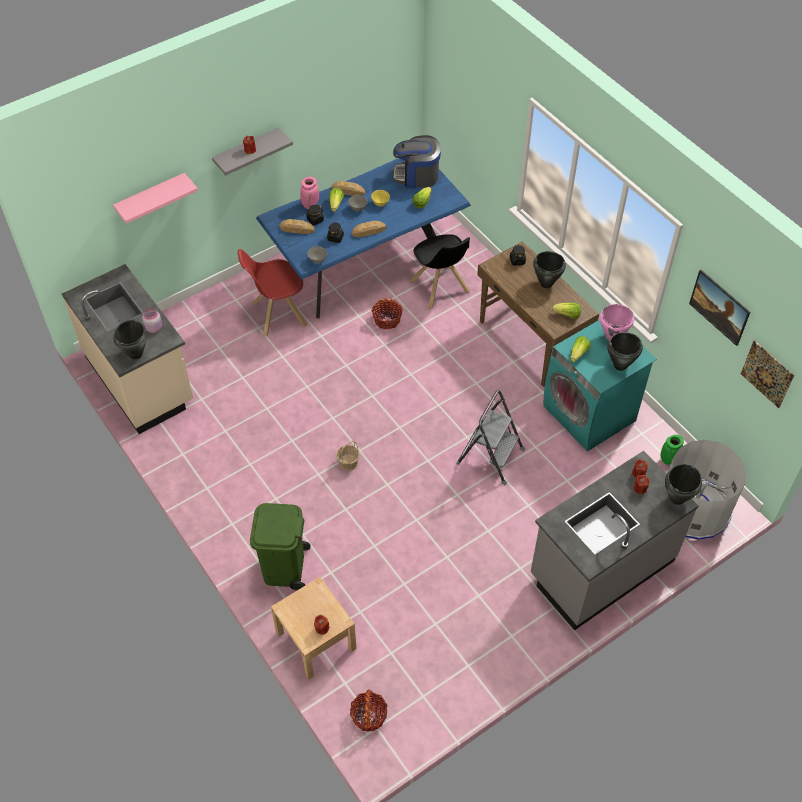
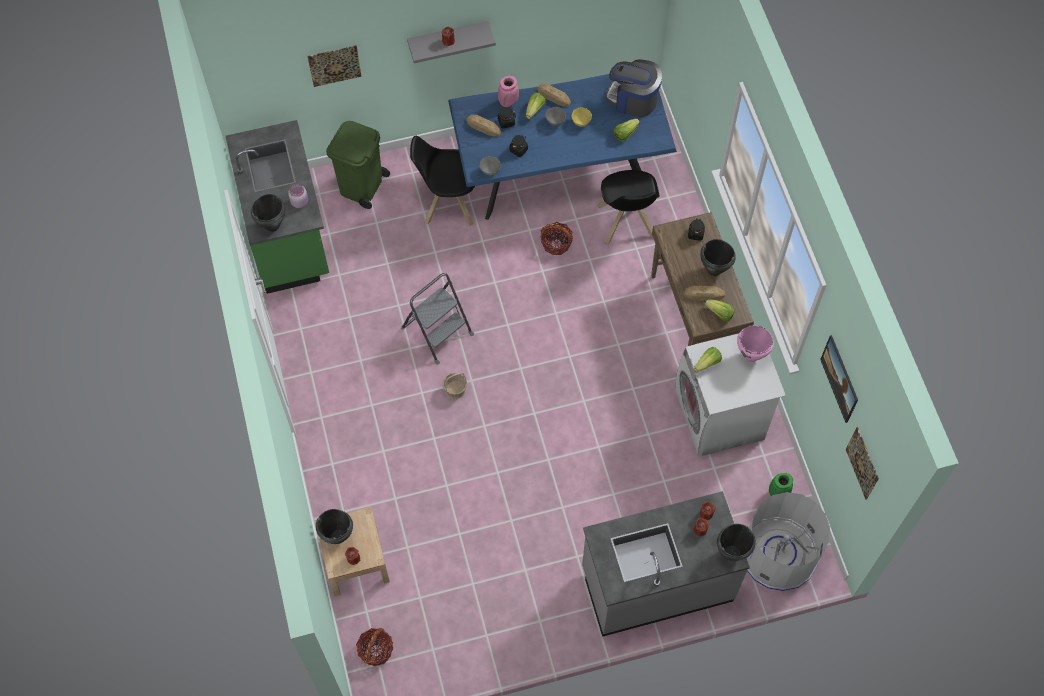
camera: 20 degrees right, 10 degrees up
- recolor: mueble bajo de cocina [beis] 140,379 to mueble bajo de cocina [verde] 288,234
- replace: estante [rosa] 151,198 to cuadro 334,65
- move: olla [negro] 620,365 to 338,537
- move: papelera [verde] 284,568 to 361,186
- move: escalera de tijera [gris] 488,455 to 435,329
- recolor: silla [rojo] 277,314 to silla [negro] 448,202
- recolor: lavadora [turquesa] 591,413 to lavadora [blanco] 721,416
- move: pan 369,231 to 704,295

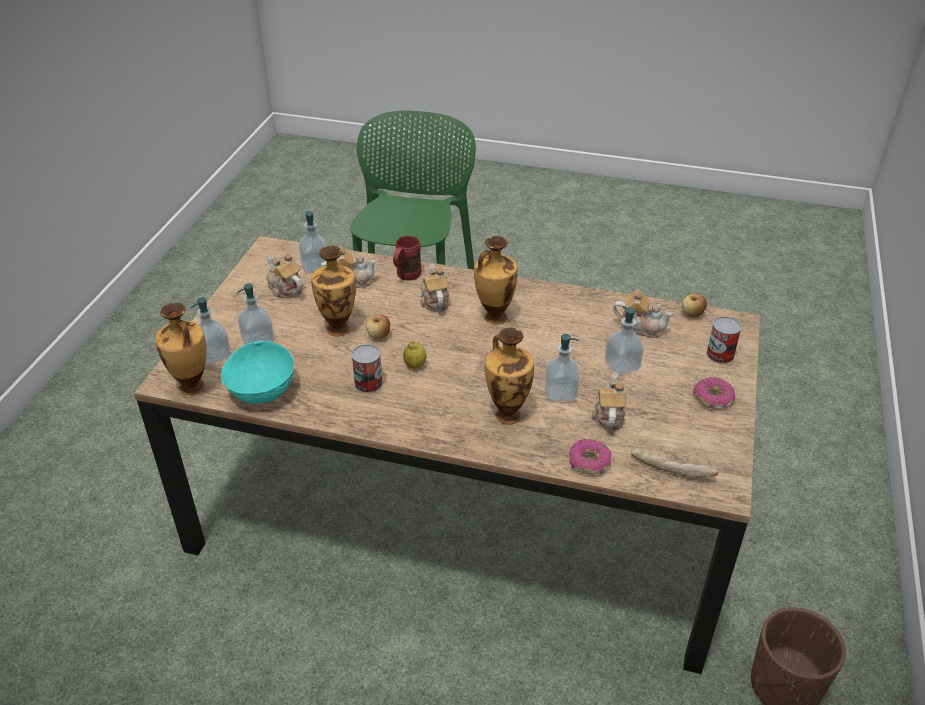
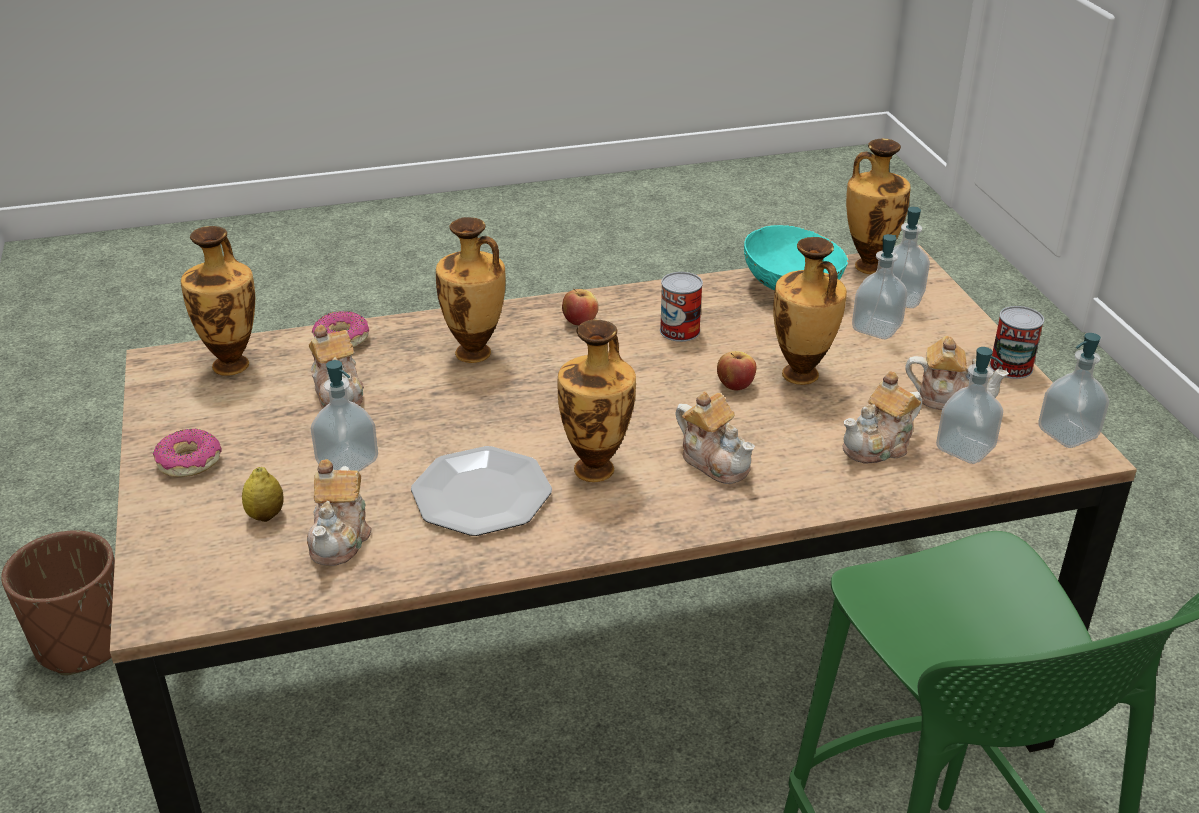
camera: 150 degrees right, 5 degrees down
- replace: pan 672,468 to florero 233,364
- move: limón 415,365 to 266,515
- rotate: tetera 640,327 = 341,537 75 degrees counterclockwise
- insert: plato 482,494
- move: manzana 692,314 to 580,321
- move: lata 720,354 to 1011,367
- move: dispensador de jabón 560,393 to 1067,434
- delete: taza grande [rojo] 405,277

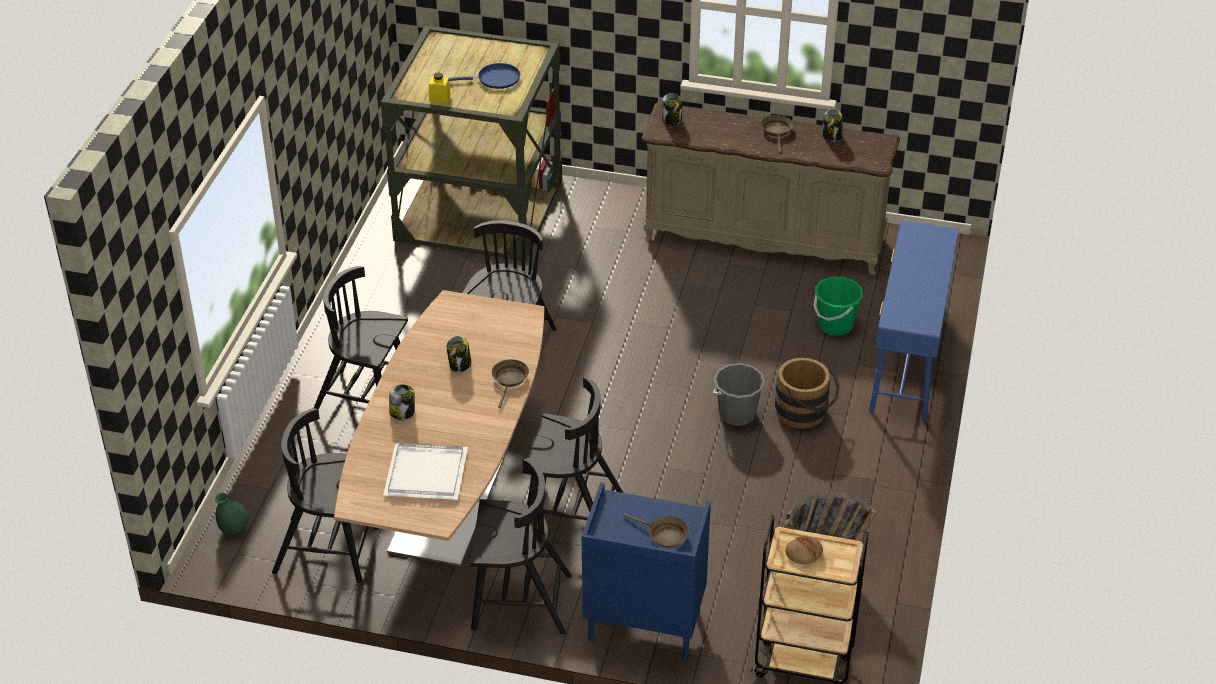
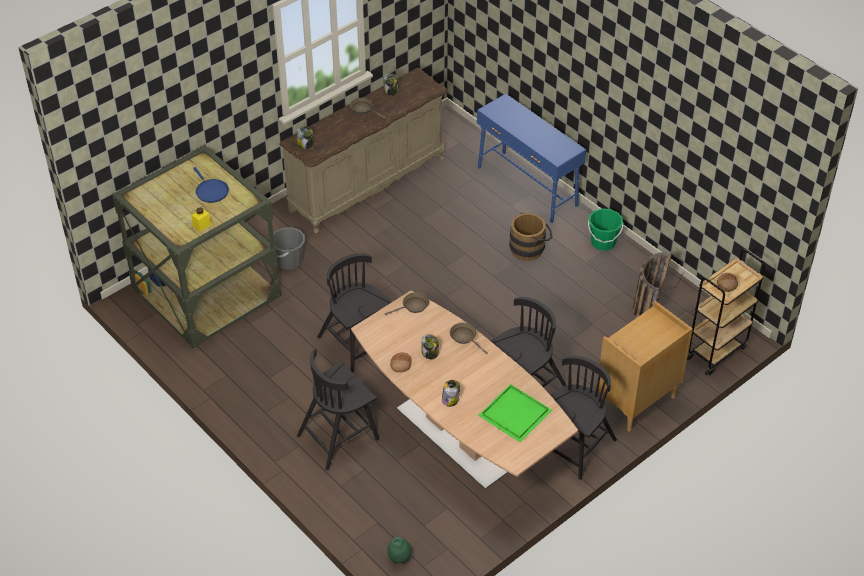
camera: 55 degrees left, 5 degrees up
- rotate: sartén [azul] 495,79 = 211,191 120 degrees clockwise
- move: cubo [gris] 737,414 to 289,261
- move: sartén [marrón] 664,535 to 413,306
- insert: pan 401,364
- recolor: bandeja [blanco] 424,474 to bandeja [verde] 515,415
- move: cubo [verde] 835,325 to 603,242
- recolor: armario [azul] 643,626 to armario [marrón] 636,402
- delete: silla [negro] 328,550

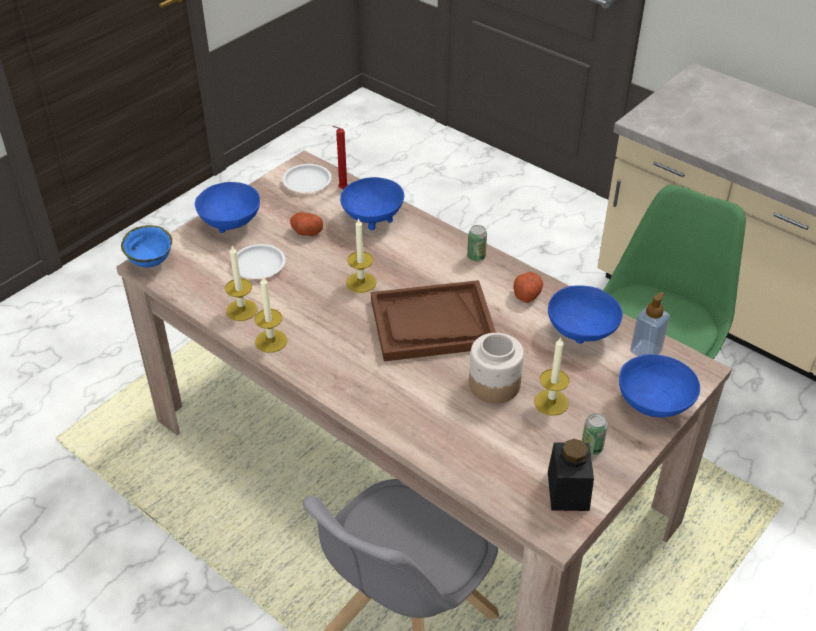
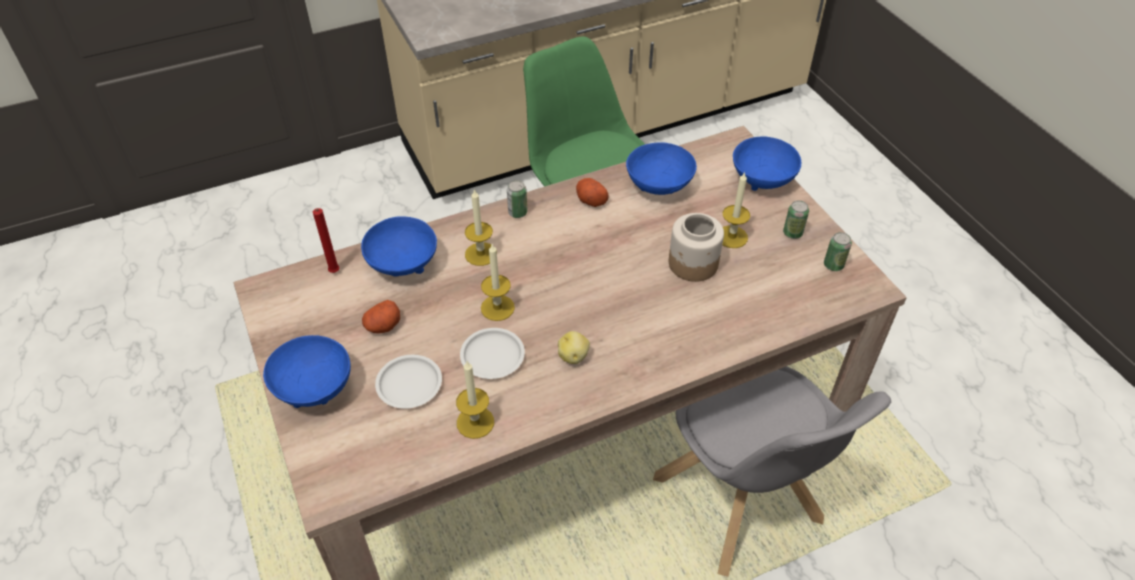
camera: 65 degrees left, 5 degrees up
- move: plato [blanco] 307,181 to 492,356
- move: vela 271,341 to 481,254
- insert: patata 573,356
- replace: tarro [negro] 568,491 to lata 833,265
- delete: cuenco [azul] 151,262
- delete: bandeja [marrón] 432,323
- delete: dispensador de jabón 645,351

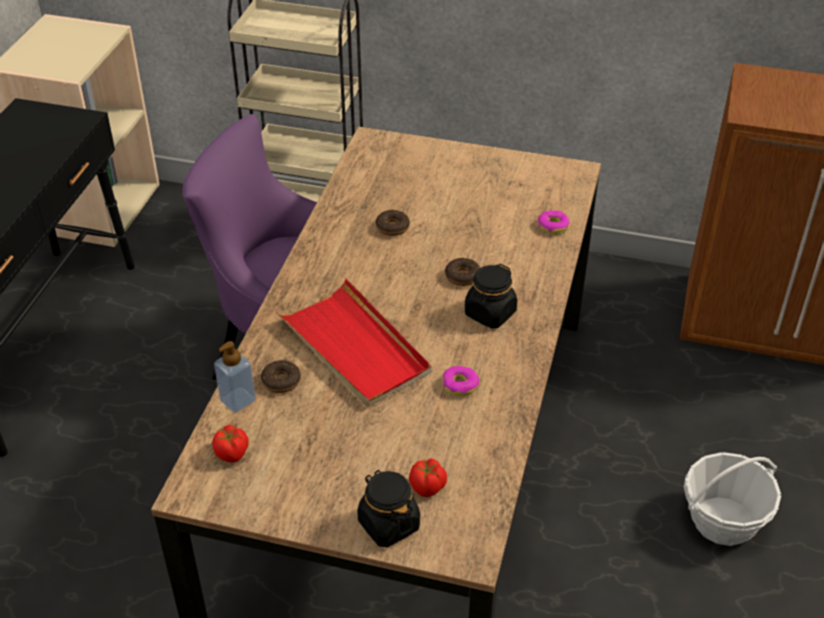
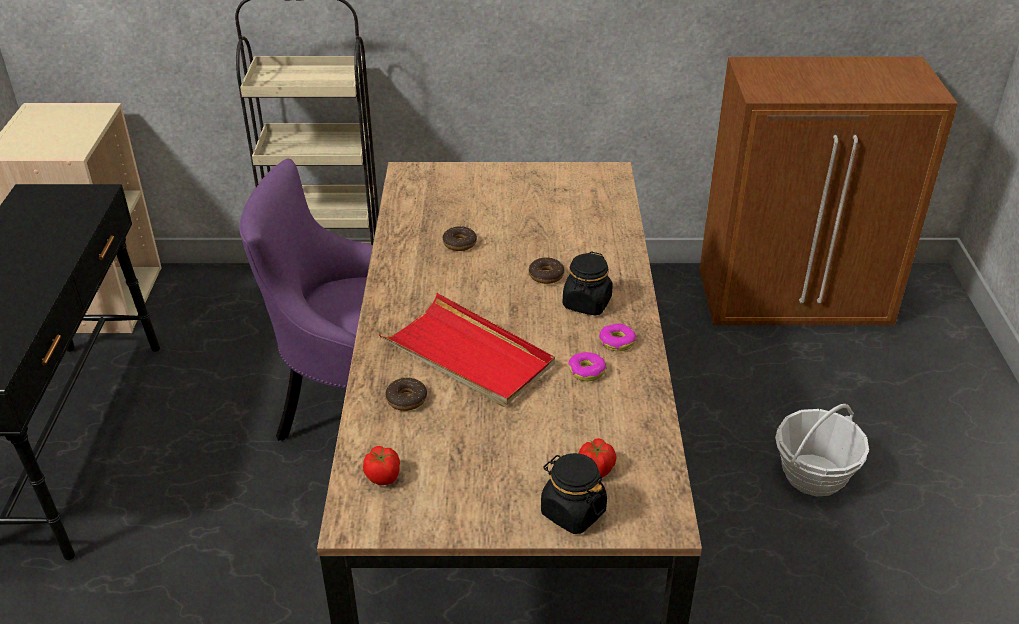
camera: 15 degrees left, 5 degrees down
- move: rosquilla 553,226 to 616,342
- delete: dispensador de jabón 237,400

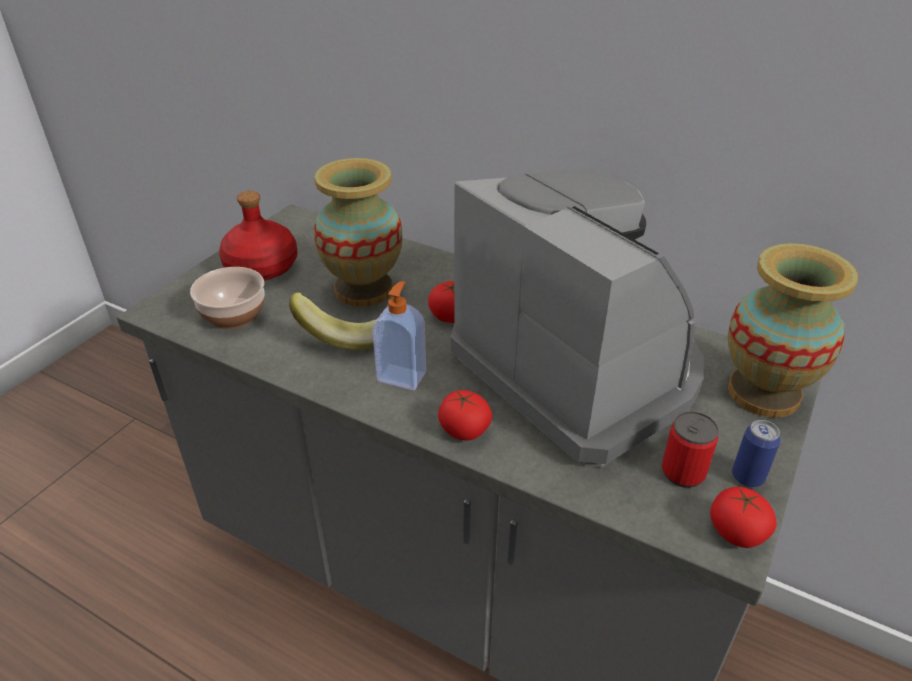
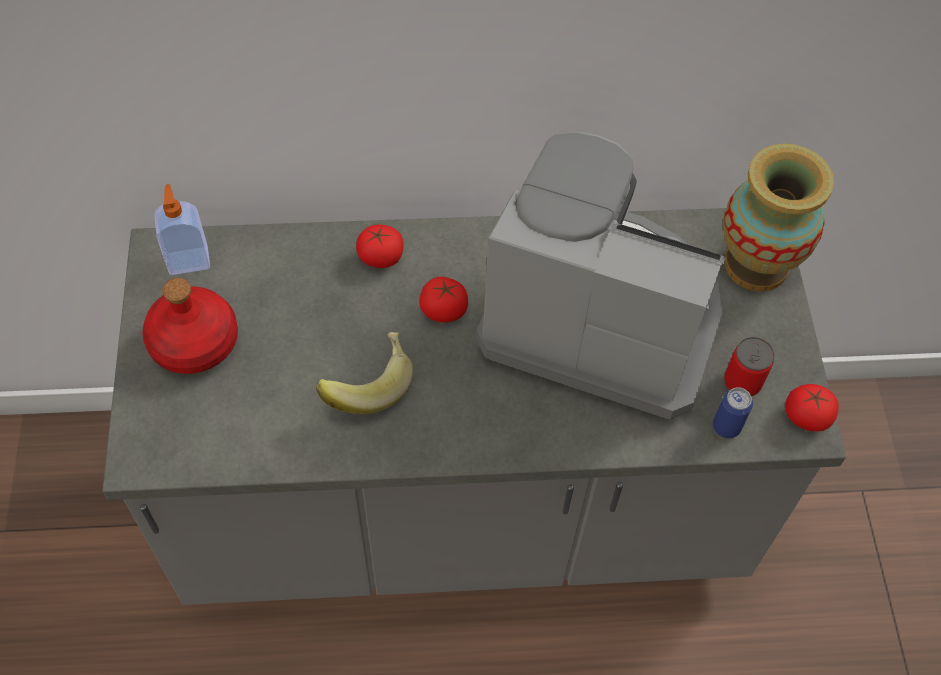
camera: 35 degrees left, 20 degrees up
- move: dispensador de jabón 402,376 to 188,259
- move: tomate 464,430 to 380,257
- move: lata 747,477 to 726,427
- delete: cuenco 233,314
- delete: florero 363,290

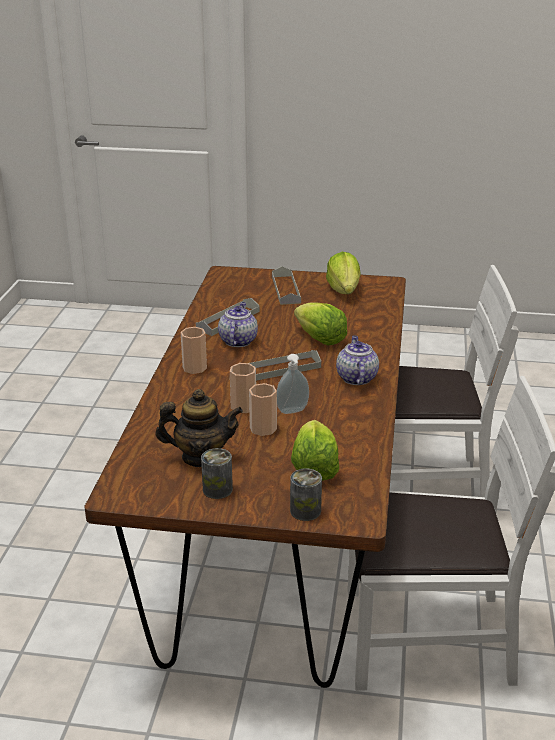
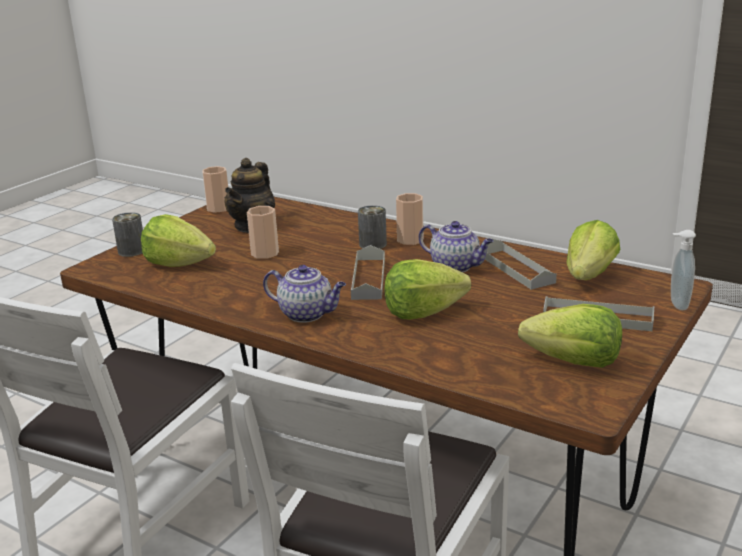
camera: 115 degrees right, 5 degrees down
- move: taza 243,406 to 218,208
- move: lata 217,489 to 373,244
- insert: lechuga 589,276
- move: dispensador de jabón 293,411 to 677,304

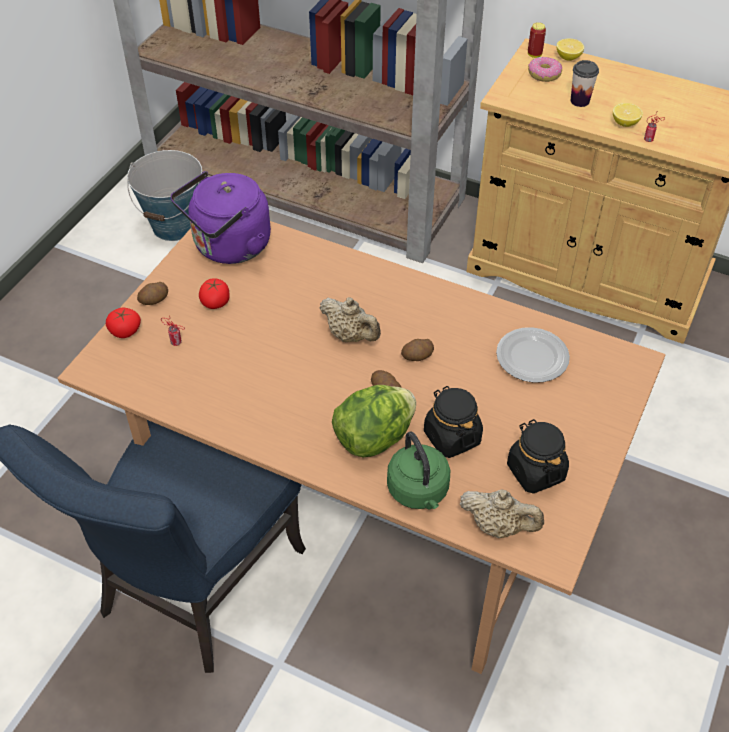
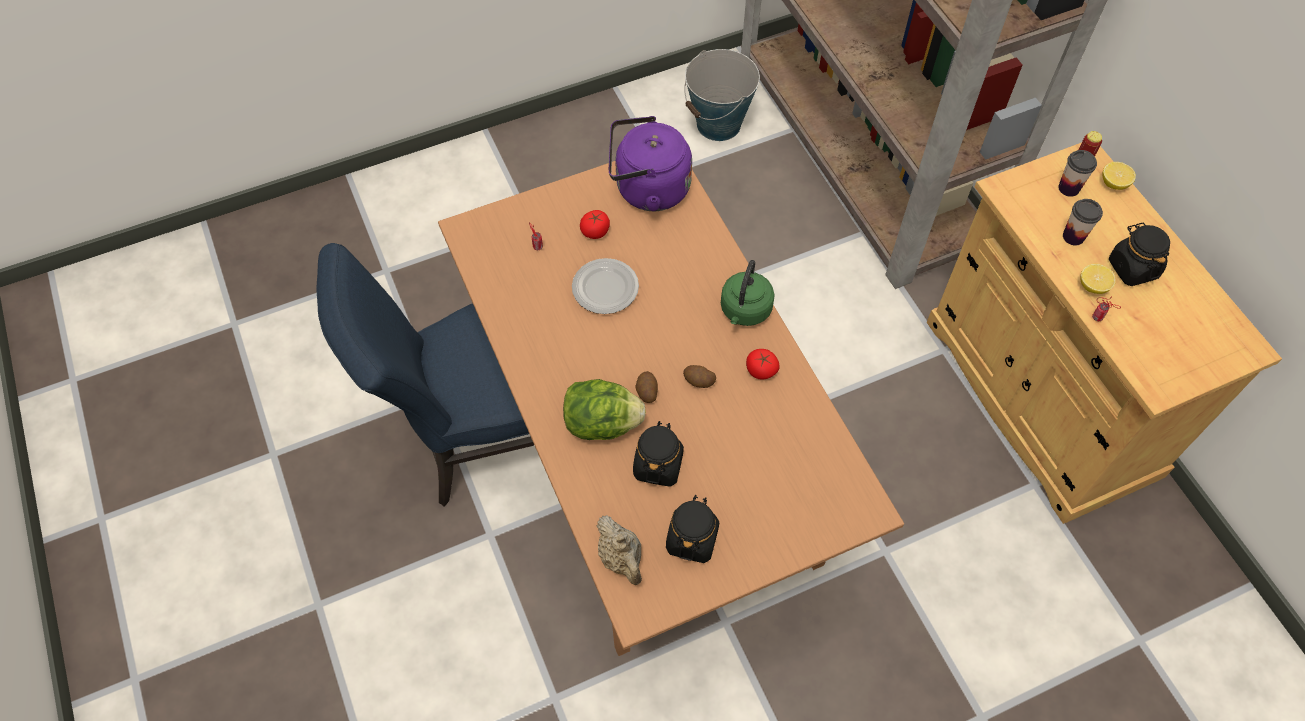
camera: 40 degrees right, 10 degrees up
- move: plato 532,357 to 606,288
- move: hervidor [verde] 419,491 to 745,311
- move: tomate 125,330 to 761,370
- replace: rosquilla 544,74 to taza 1068,188
- insert: tarro [negro] 1132,268
- delete: patata 154,300
- delete: tetera [beis] 351,335

